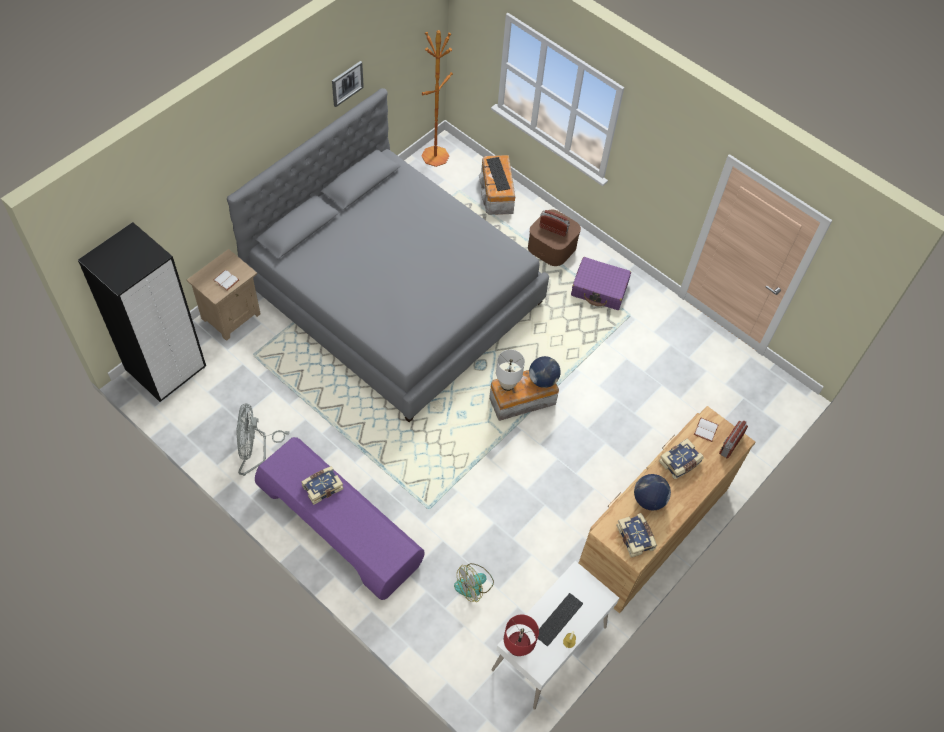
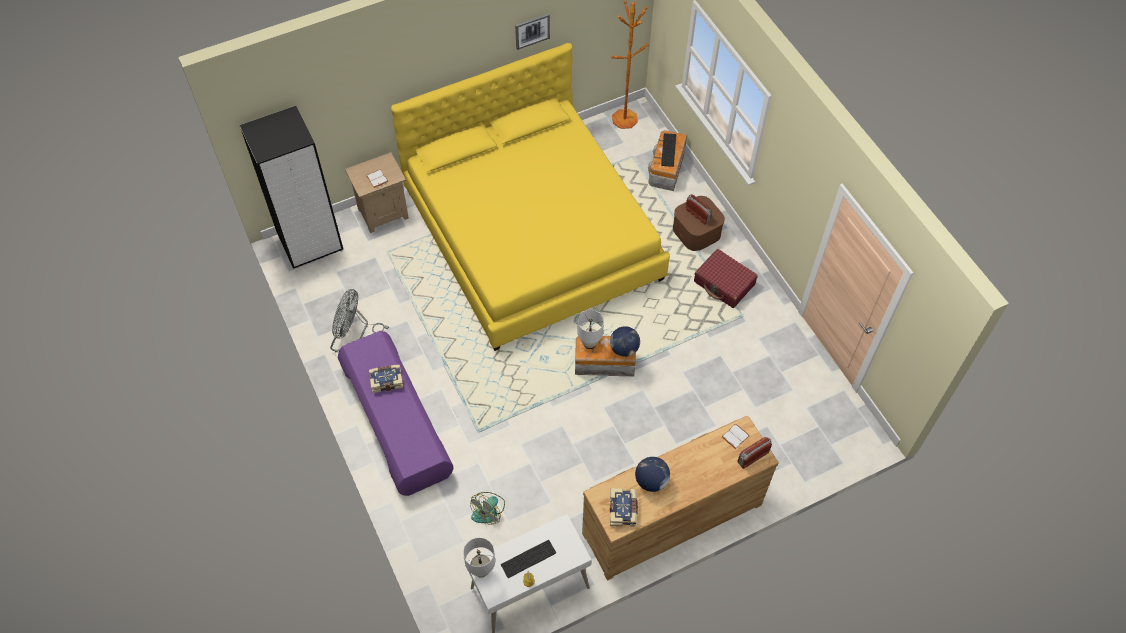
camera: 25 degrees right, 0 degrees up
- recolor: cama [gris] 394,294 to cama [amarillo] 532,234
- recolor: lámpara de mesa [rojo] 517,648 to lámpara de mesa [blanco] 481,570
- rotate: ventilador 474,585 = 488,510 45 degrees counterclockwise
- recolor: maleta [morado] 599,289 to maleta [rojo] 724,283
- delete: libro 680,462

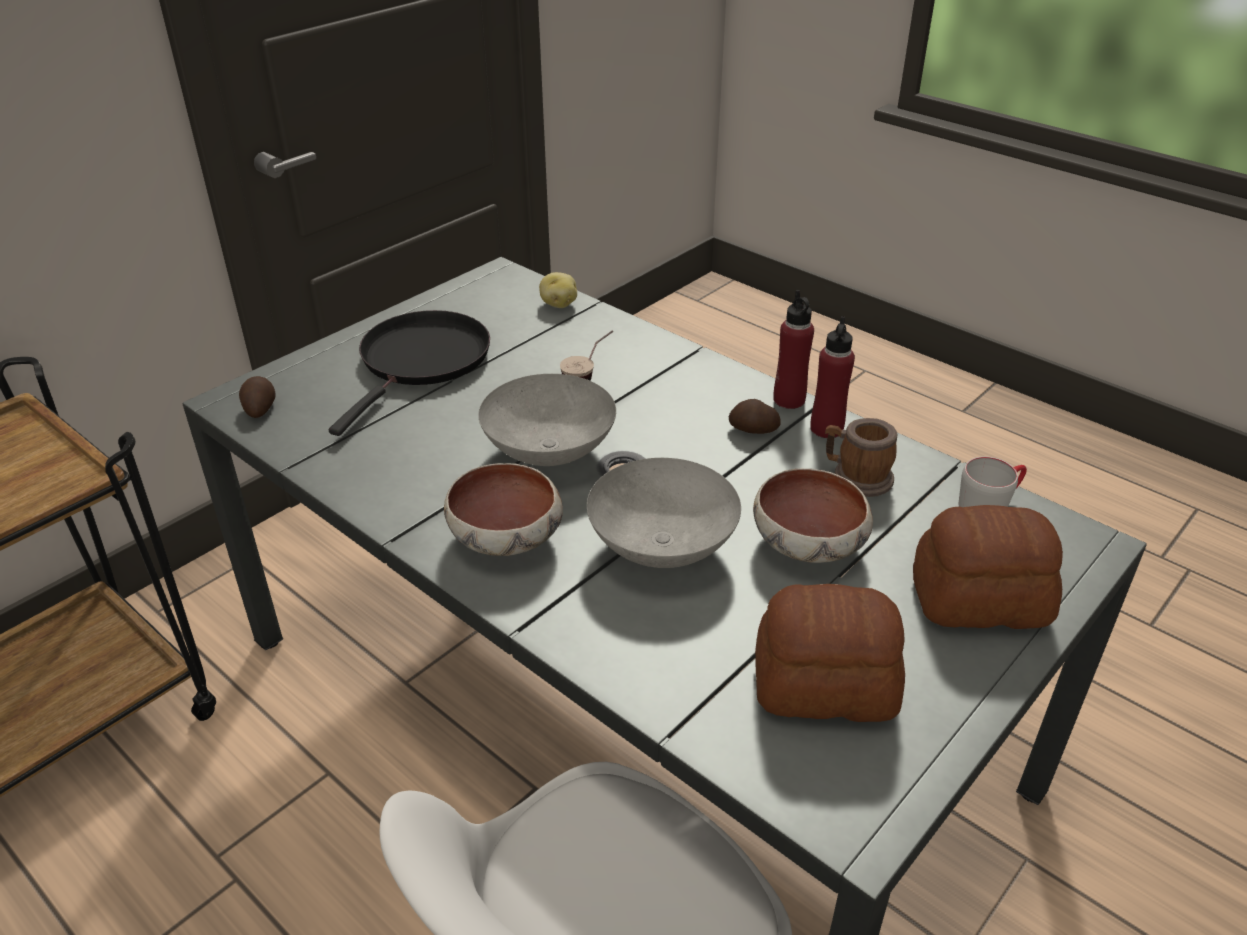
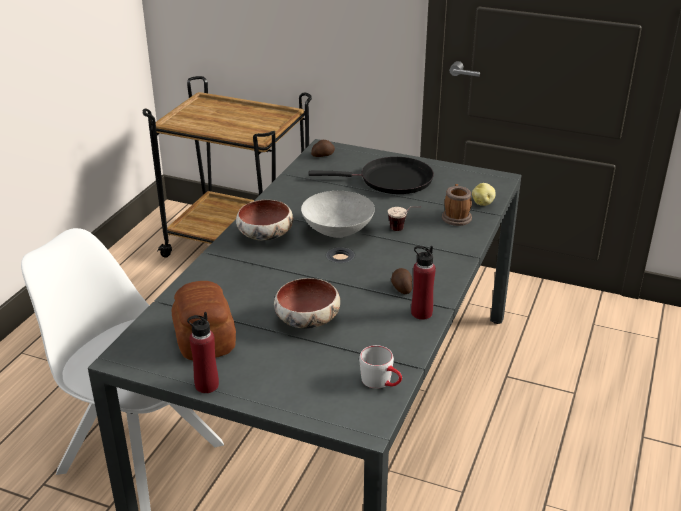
camera: 70 degrees right, 5 degrees down
- move: botella [rojo] 789,400 to 206,385
- move: taza grande 856,477 to 456,216
- delete: cuenco [gris] 660,546
- delete: pan 977,598

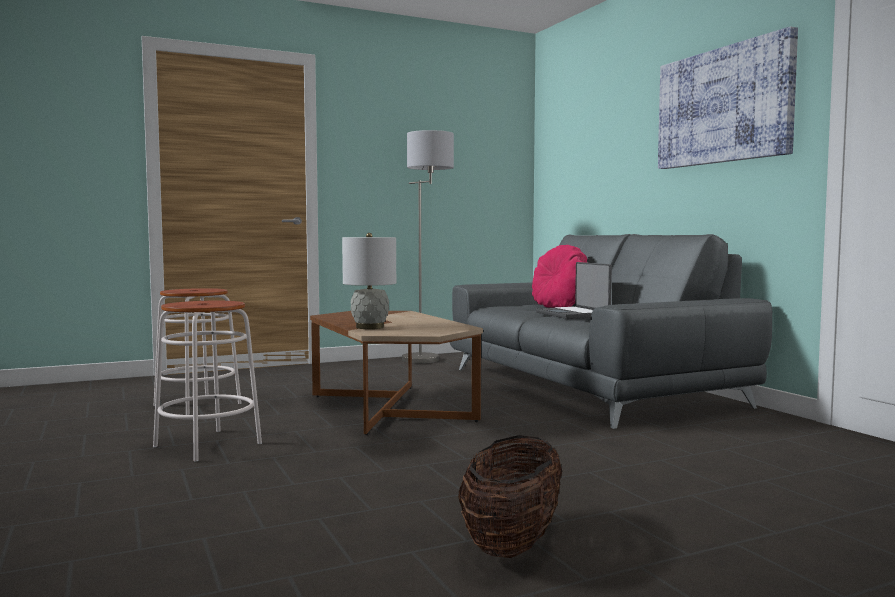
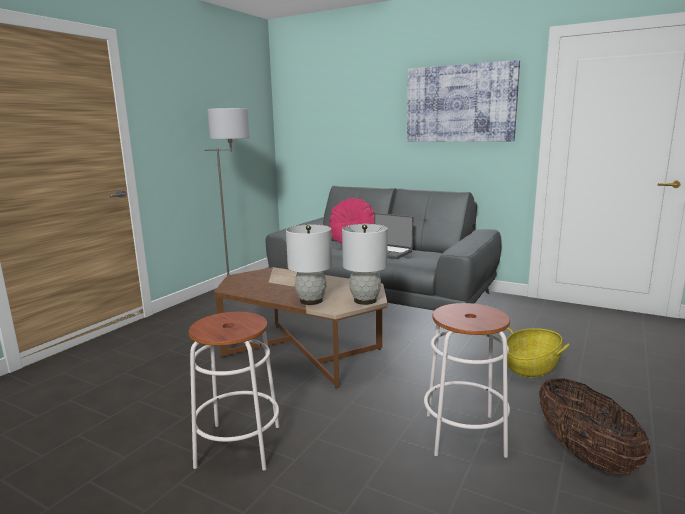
camera: 35 degrees left, 10 degrees up
- insert: lámpara de mesa [blanco] 365,300
- move: taburete [blanco] 197,404 to 464,434
- insert: cesta 531,366

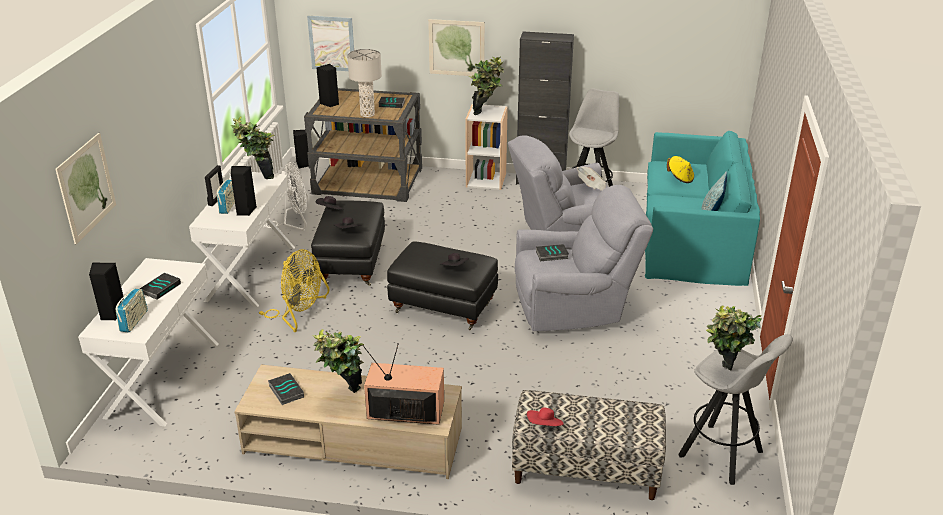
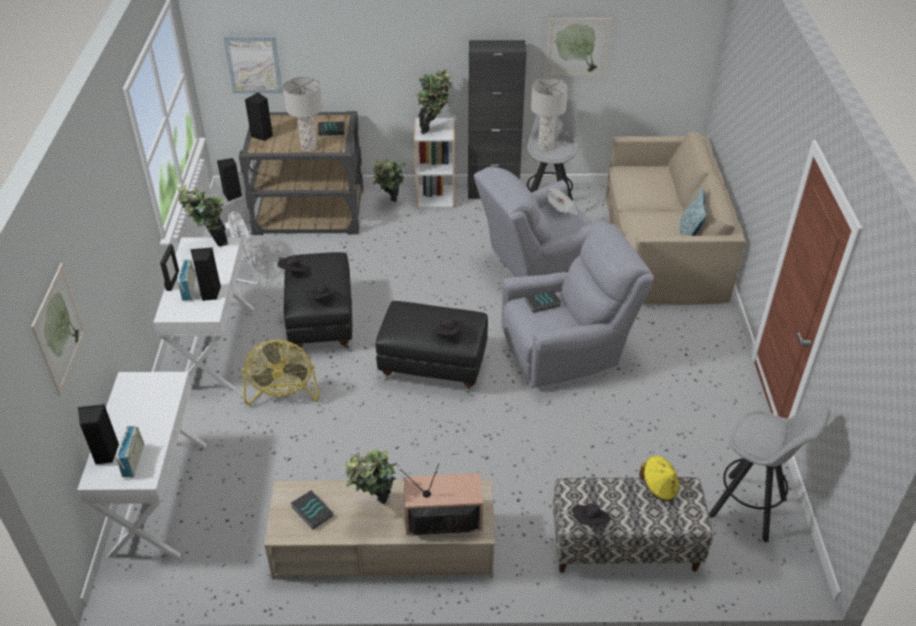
camera: 10 degrees left, 10 degrees up
- rotate: ventilador [amarillo] 298,313 = 281,393 75 degrees clockwise
- move: planta en maceta 723,375 to 390,206
- insert: lámpara de mesa [blanco] 545,146
- move: cuadro 456,48 to 577,47
- recolor: sombrero [rojo] 544,426 to sombrero [negro] 590,521
- recolor: sofá [turquesa] 692,236 to sofá [beis] 663,246
- move: sombrero [amarillo] 680,178 to 659,487
- delete: libro 161,288

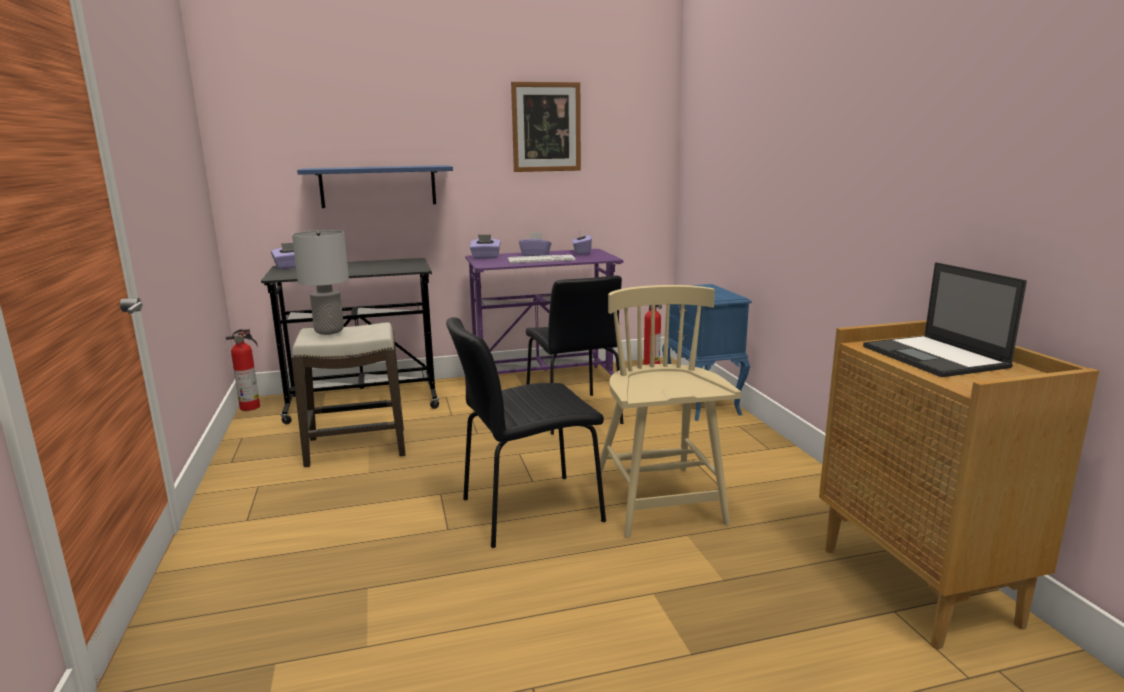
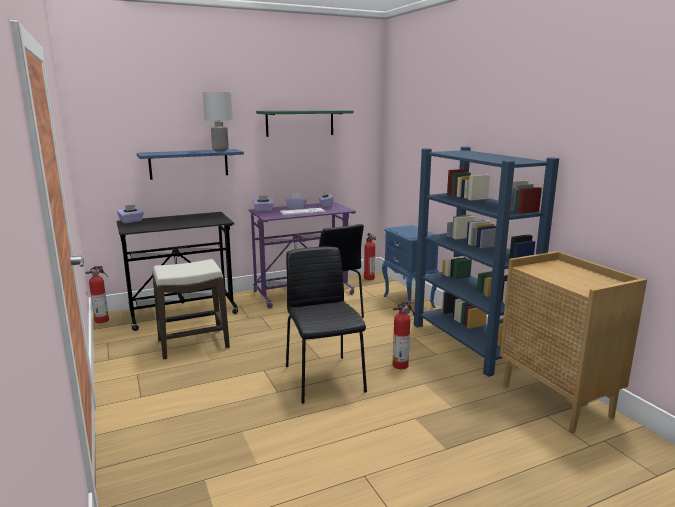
camera: 10 degrees left, 0 degrees up
- move: lámpara de mesa [gris] 329,333 to 220,151
- replace: cuadro 546,127 to estante [verde] 300,123
- rotate: silla [negro] 526,511 = 323,377 105 degrees clockwise
- replace: silla [beis] 659,501 to extintor 401,365
- insert: estantería [azul] 469,343
- delete: portátil 935,357

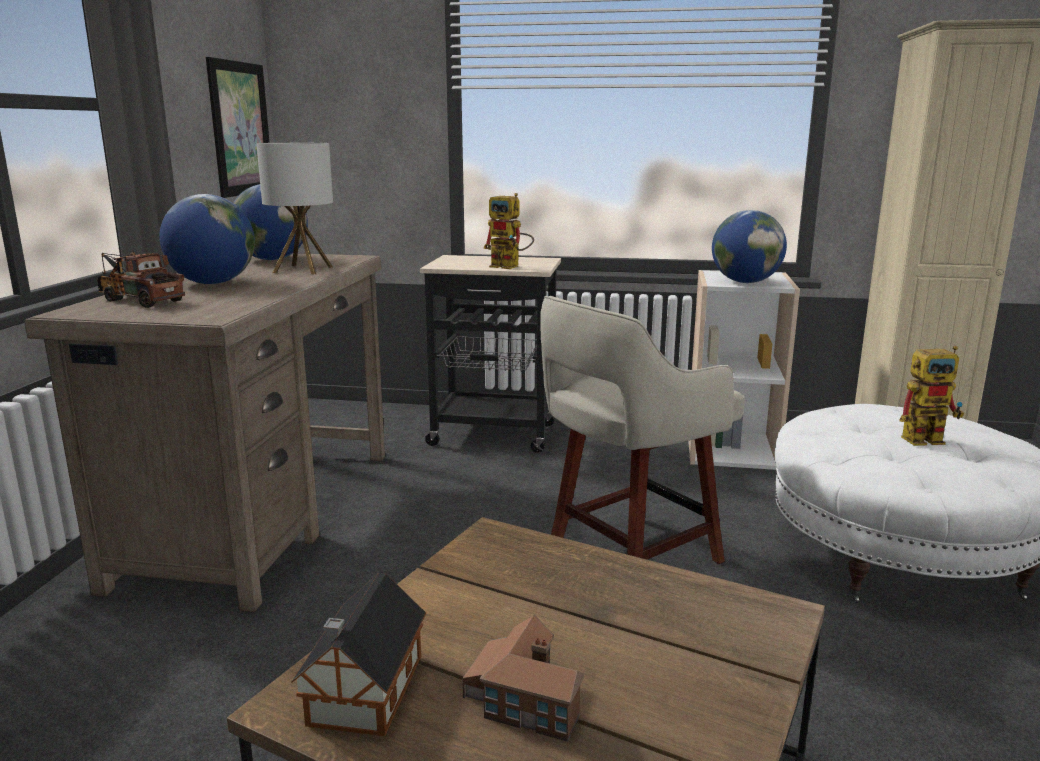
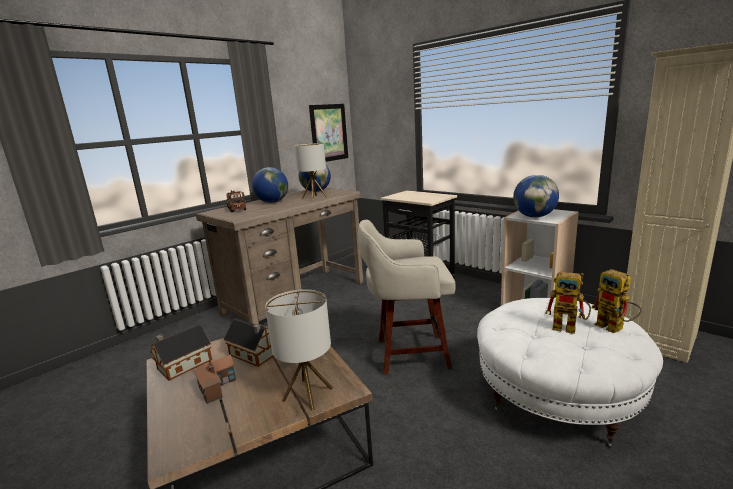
camera: 35 degrees right, 0 degrees up
- insert: casita 255,354
- insert: lámpara de mesa 307,394
- move: robot de juguete 511,267 to 615,328

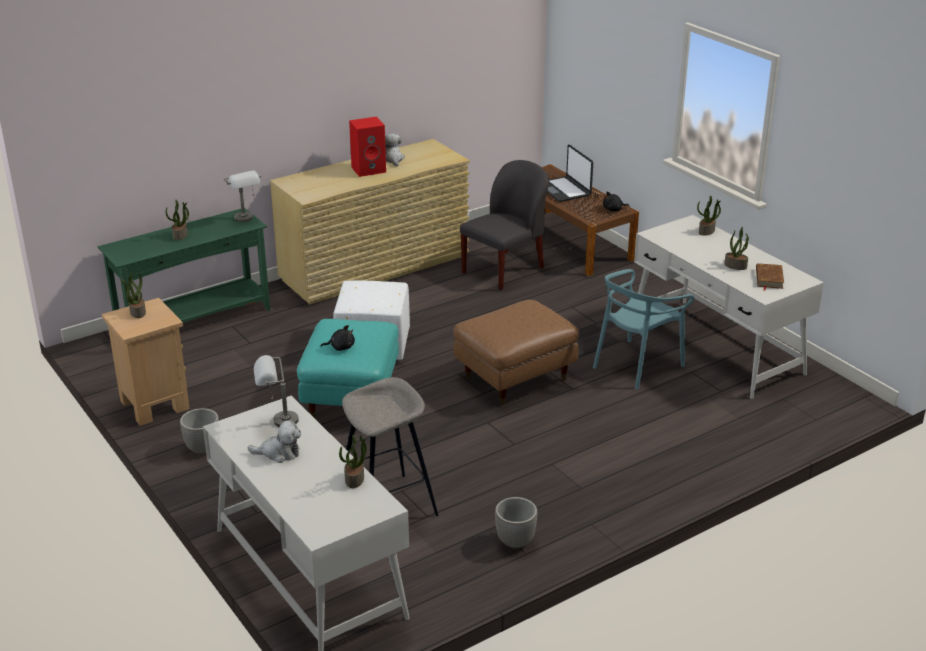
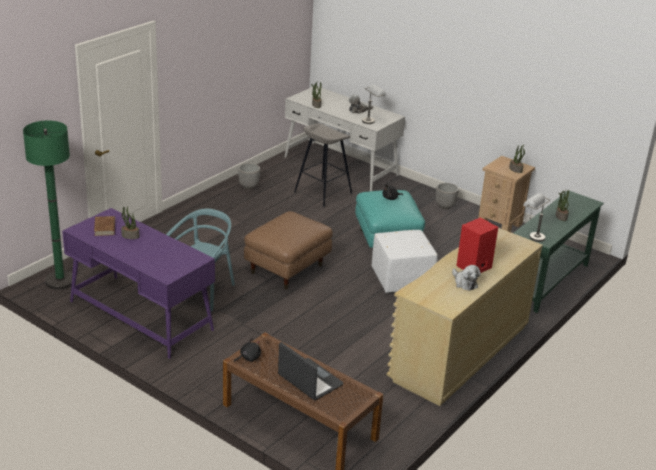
camera: 160 degrees right, 0 degrees up
- insert: lámpara de pie [verde] 60,281
- recolor: escritorio [blanco] 715,347 to escritorio [morado] 141,315
- delete: silla [gris] 504,270
- delete: planta en maceta 706,231

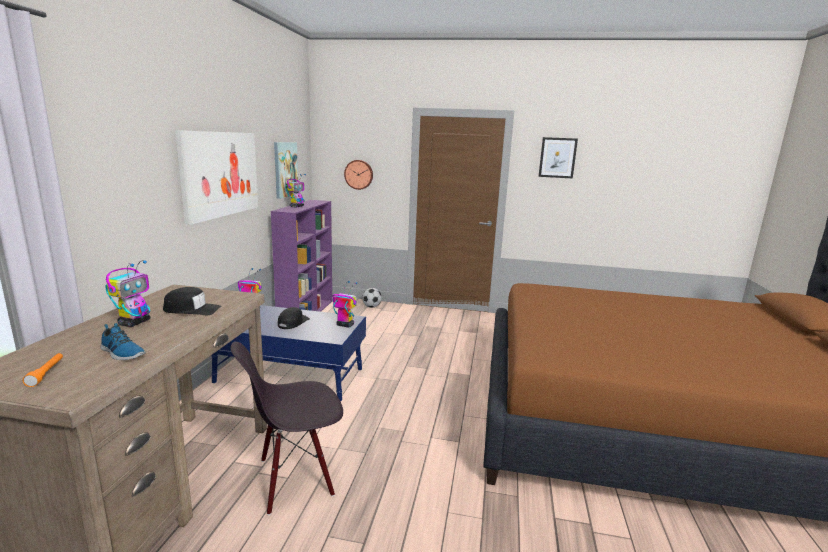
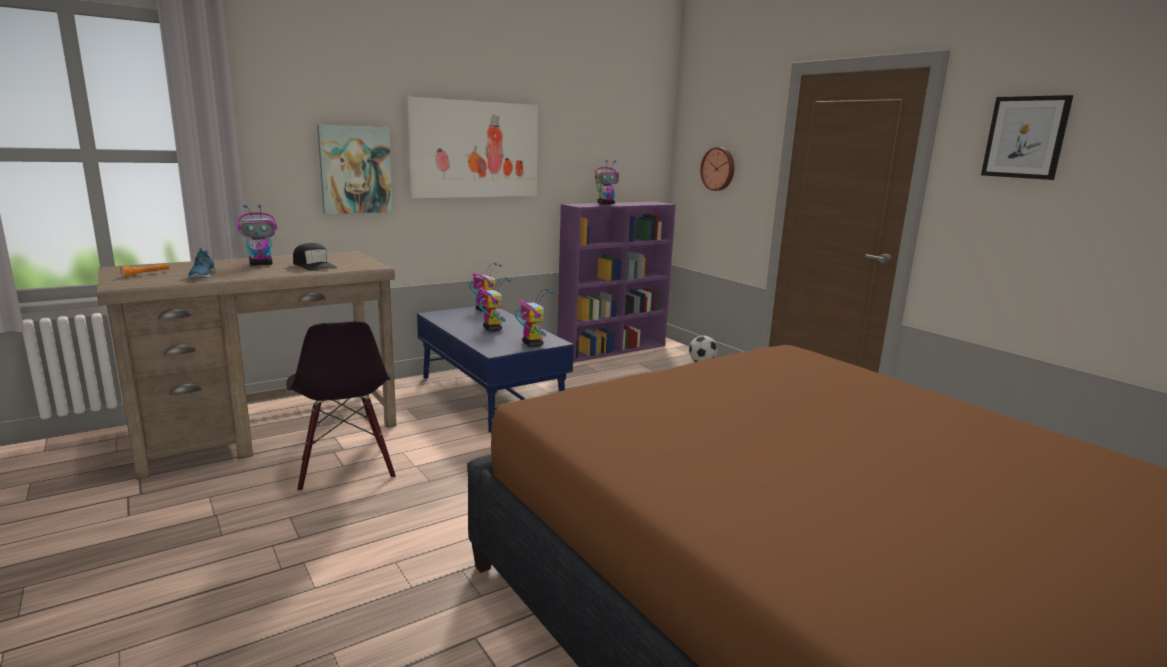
camera: 45 degrees right, 0 degrees up
- rotate: silla [negro] 295,478 = 346,469 135 degrees counterclockwise
- move: cuadro 285,169 to 355,170
- replace: gorra [negro] 293,322 to robot de juguete 492,329

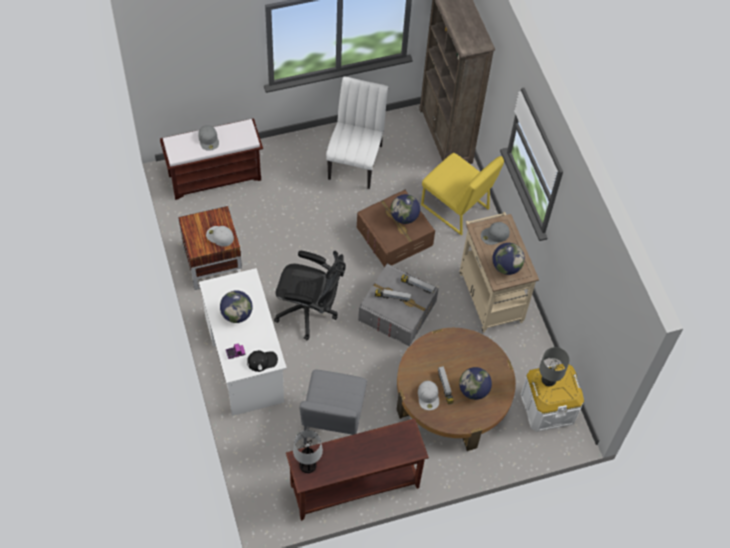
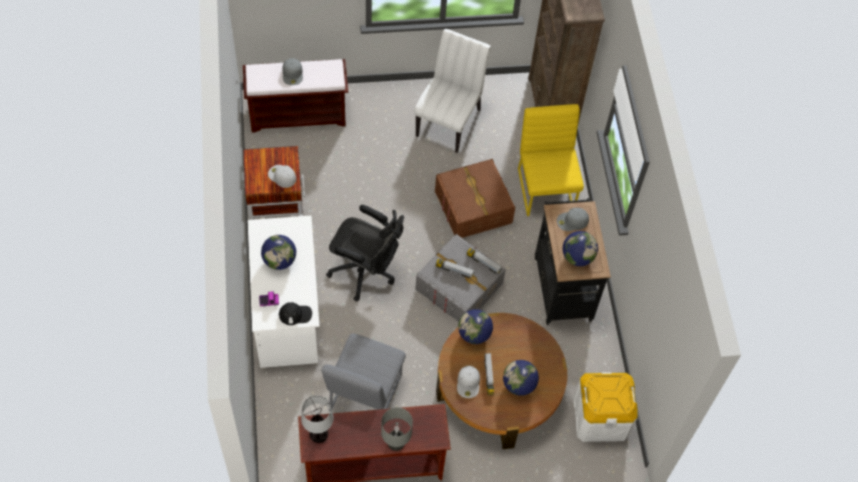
camera: 10 degrees right, 0 degrees up
- move: lámpara de mesa [gris] 548,379 to 396,442
- move: globo terráqueo 404,217 to 474,334
- rotate: silla [amarillo] 456,208 = 545,188 150 degrees counterclockwise
- recolor: carrito [beis] 489,295 to carrito [negro] 562,286

